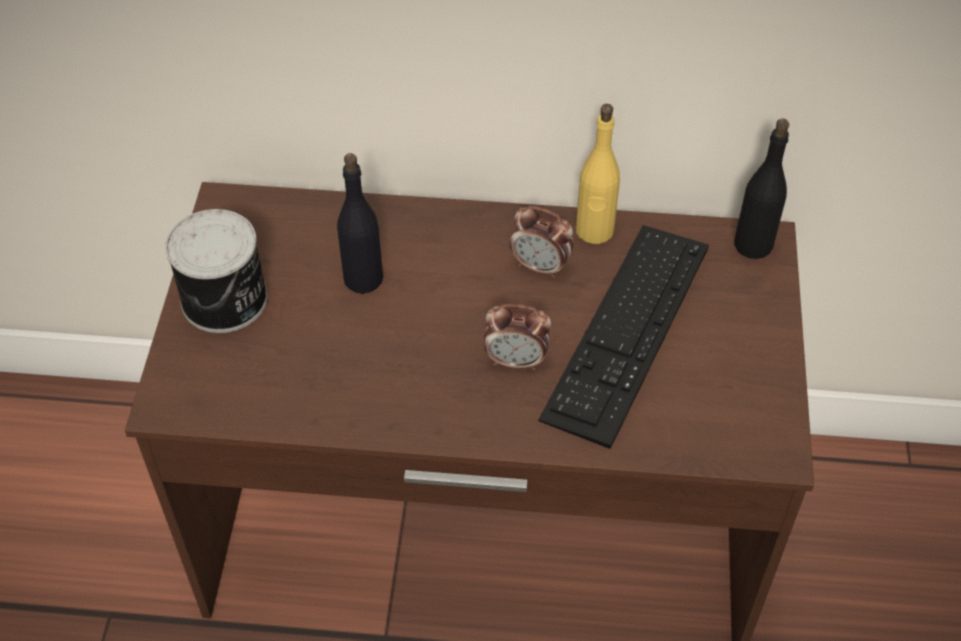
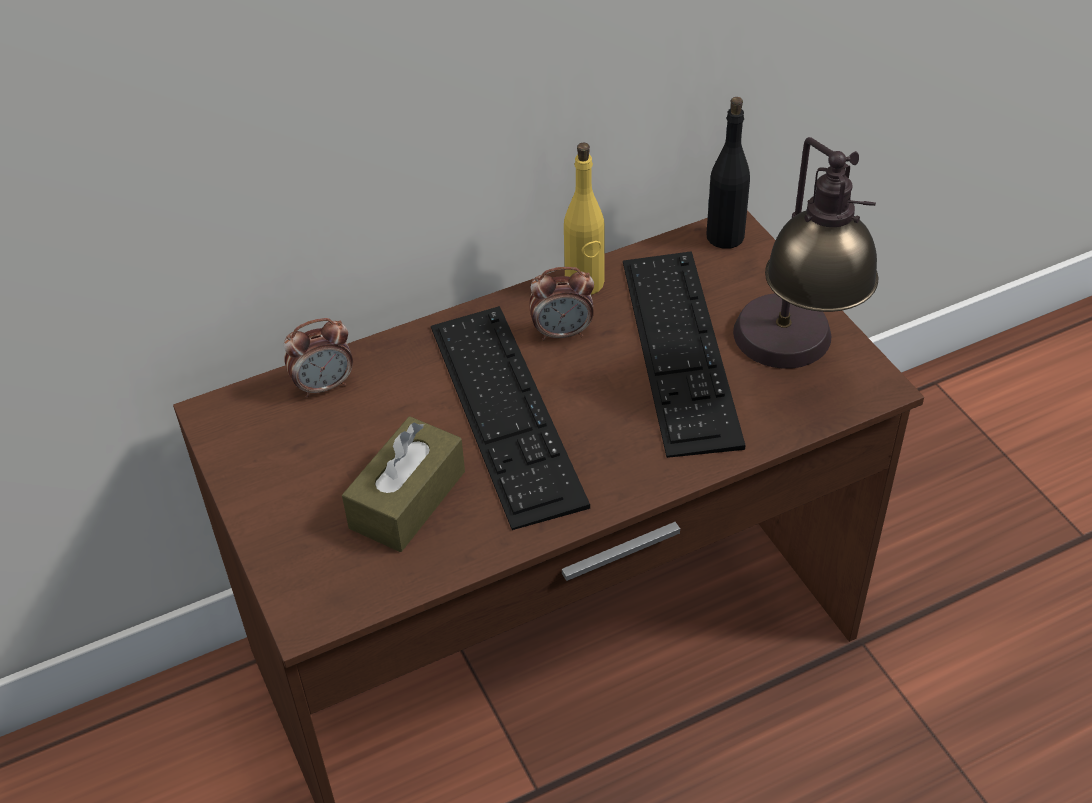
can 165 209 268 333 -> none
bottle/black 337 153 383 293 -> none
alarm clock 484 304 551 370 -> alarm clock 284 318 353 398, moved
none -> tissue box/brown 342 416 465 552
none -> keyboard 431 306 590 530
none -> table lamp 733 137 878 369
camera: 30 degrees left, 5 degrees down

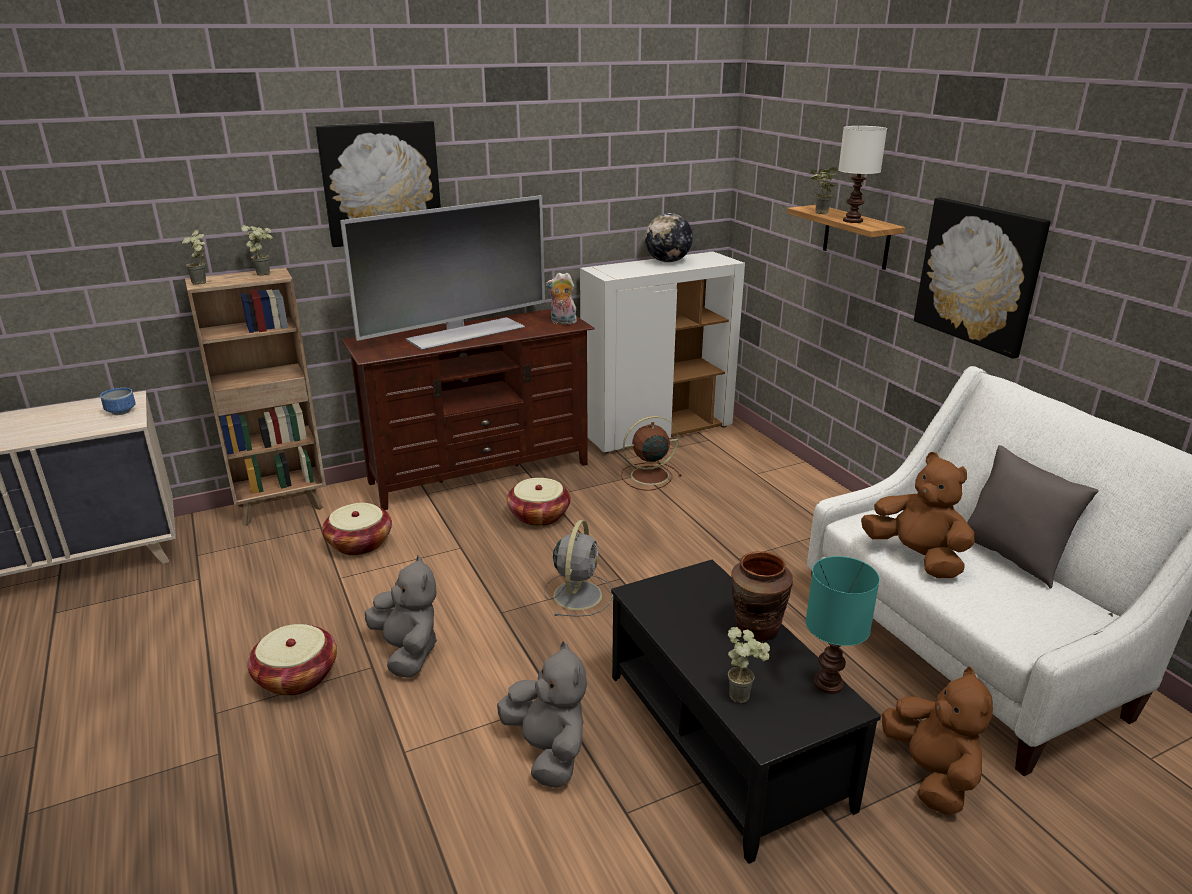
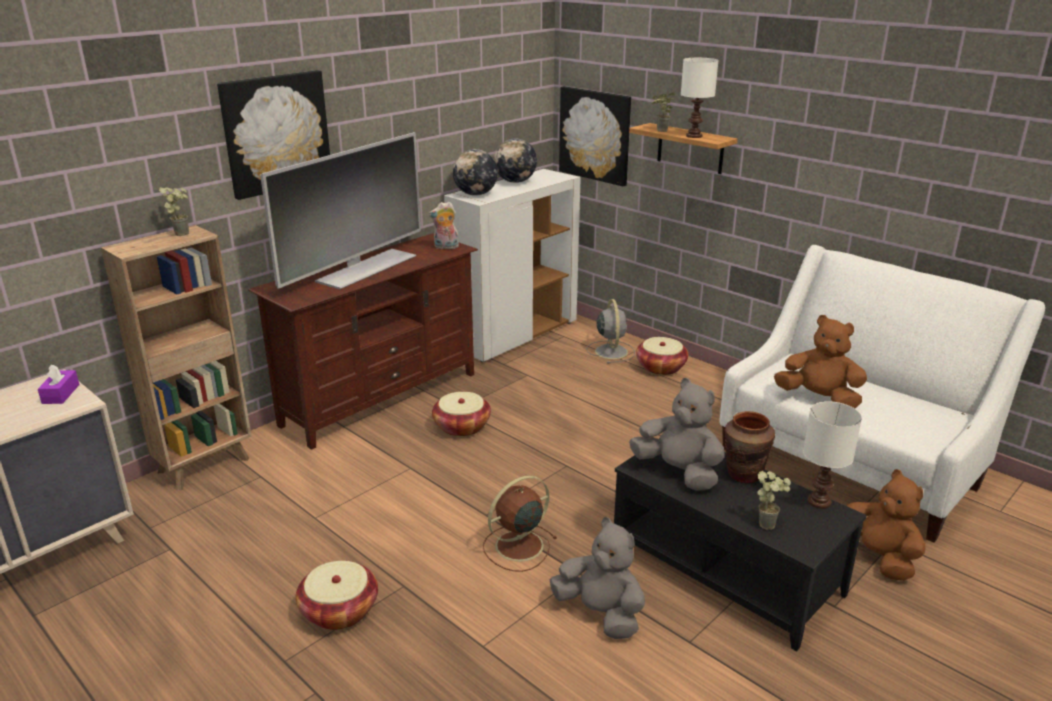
bowl 100 388 136 415 -> tissue box/purple 38 364 79 404
potted plant 182 230 206 285 -> none
basket 322 503 392 555 -> basket 636 337 688 375, moved
plush toy/grey 365 555 437 678 -> plush toy/grey 629 378 725 490, moved
fan/grey 544 520 613 617 -> fan/grey 586 299 635 364, moved
fan/brown 621 416 682 491 -> fan/brown 483 476 557 572, moved
table lamp/turquoise 806 556 880 694 -> table lamp/white 803 401 862 509
picture 914 197 1051 359 -> picture 559 86 631 186, moved
pillow/grey 967 445 1099 589 -> none
none -> globe 453 149 498 196
camera: 20 degrees left, 0 degrees up

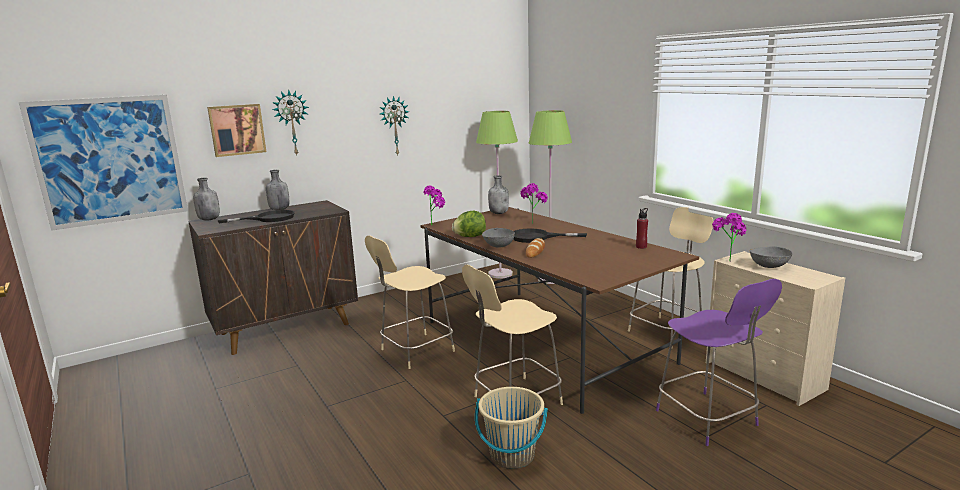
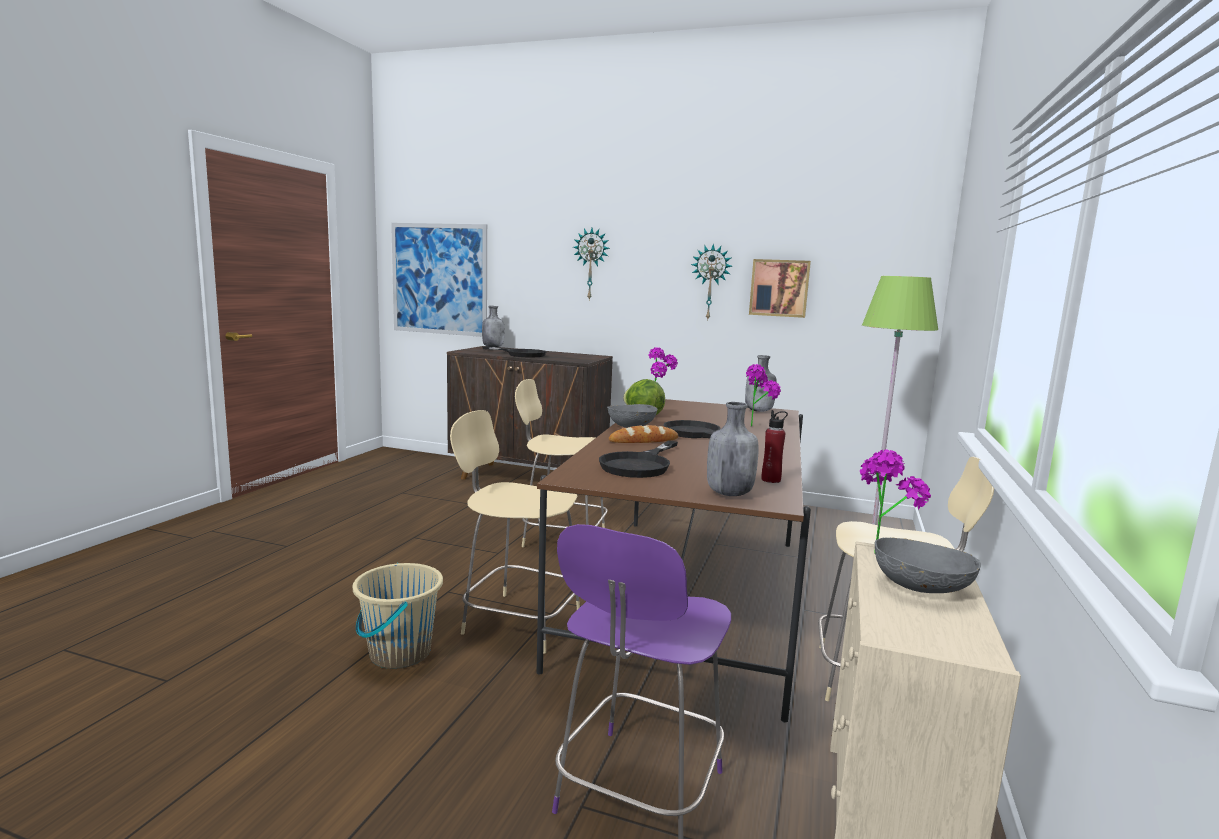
picture 207 104 266 157 -> picture 749 259 811 318, moved
bottle/grey 266 170 289 210 -> bottle/grey 707 402 759 496, moved
floor lamp/green 476 111 518 279 -> none
none -> frying pan/black 599 440 678 478
camera: 50 degrees right, 5 degrees down

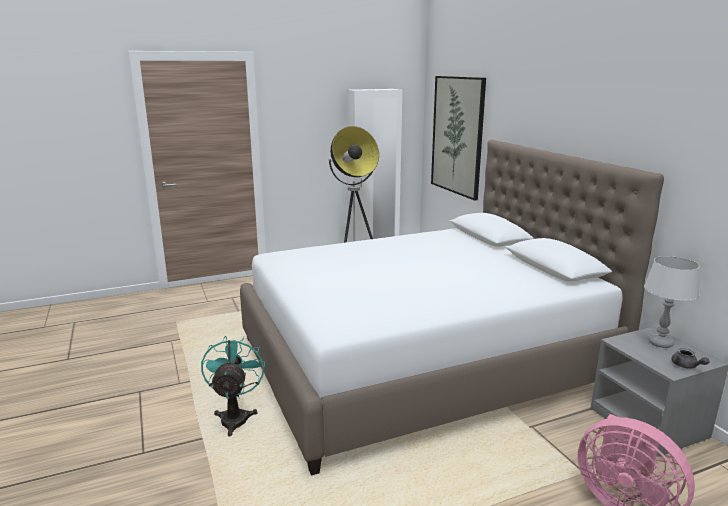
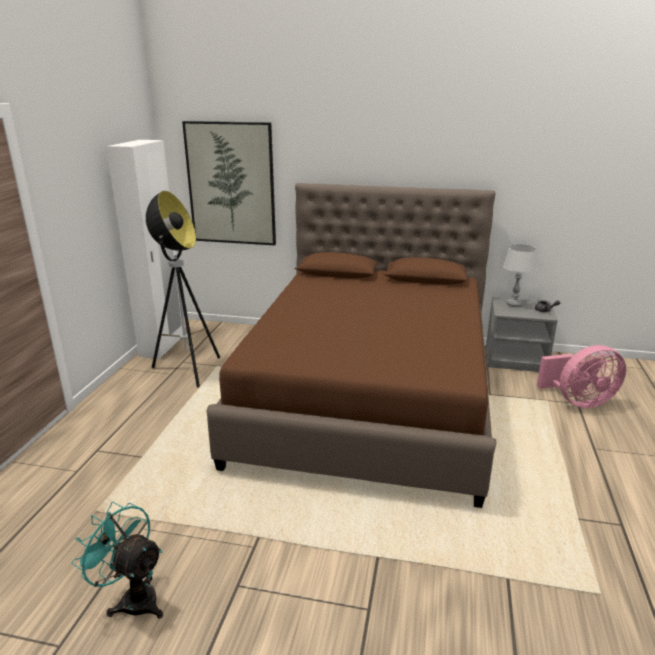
fan/turquoise 201 336 265 436 -> fan/turquoise 72 502 163 619, moved
bed/white 240 140 664 476 -> bed/brown 207 183 497 508
camera: 55 degrees left, 5 degrees up

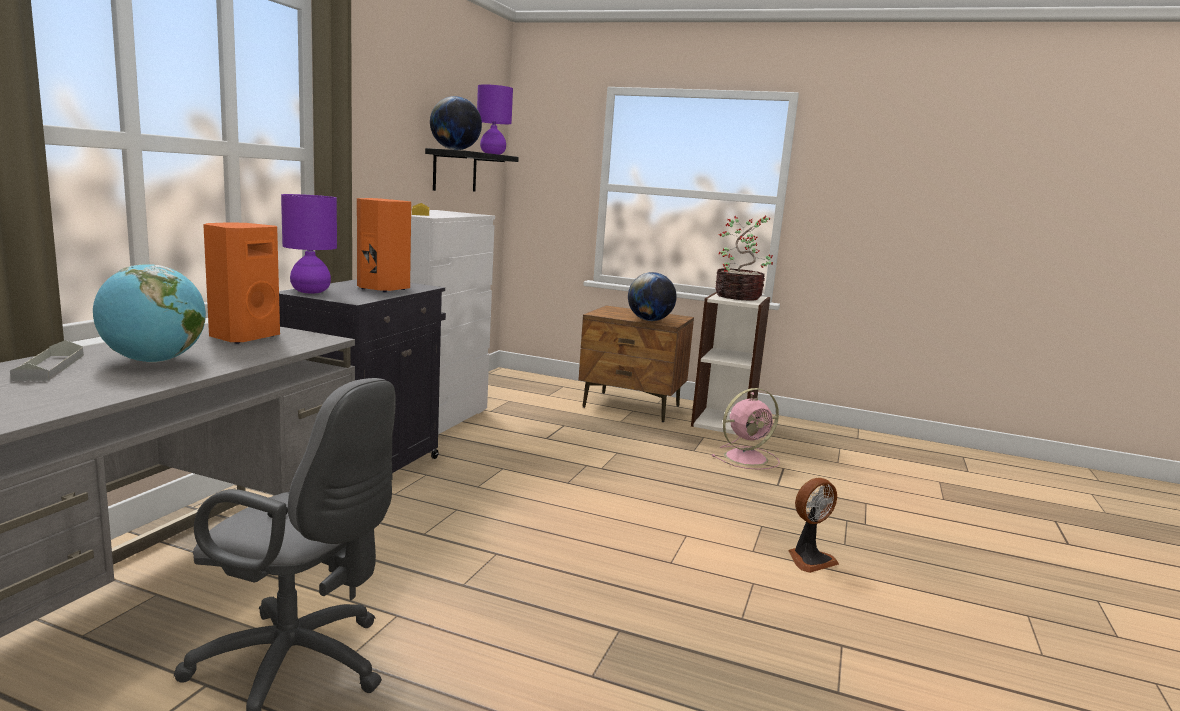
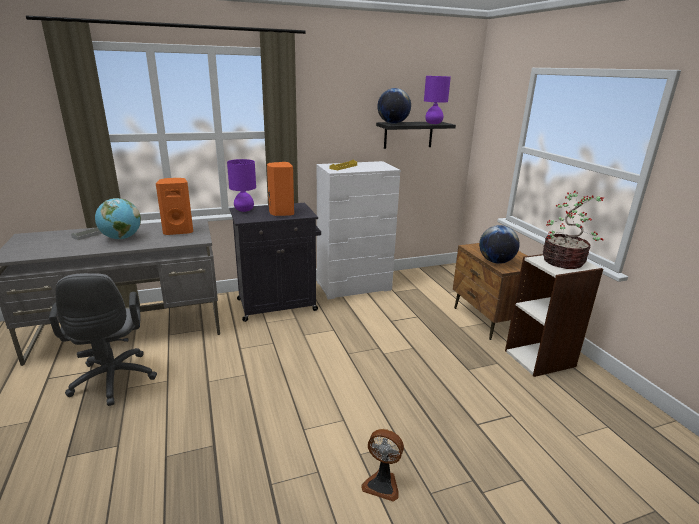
fan/pink 712 388 780 470 -> none
camera: 50 degrees right, 10 degrees up

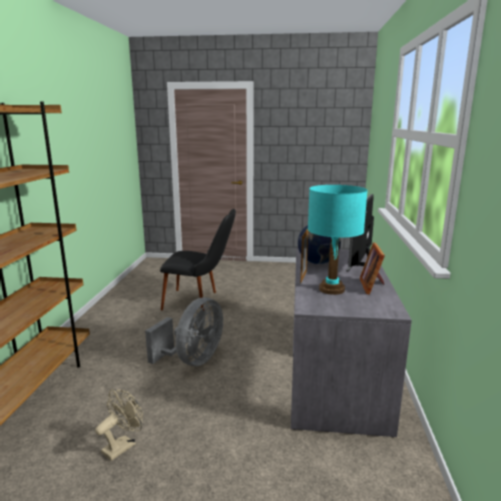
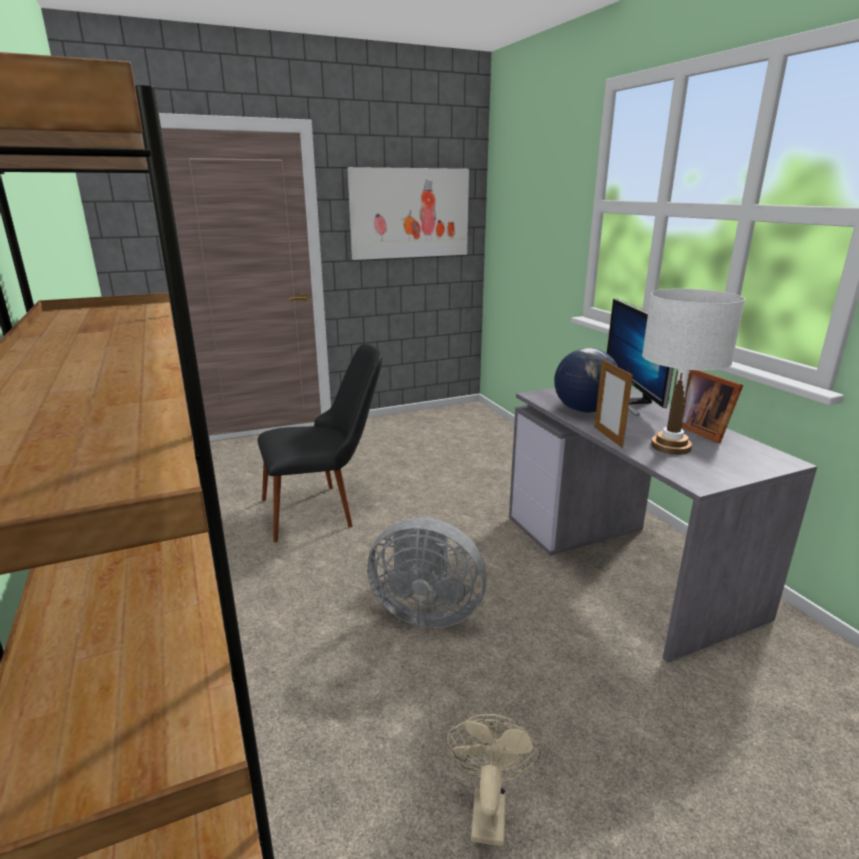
fan/grey 145 297 223 366 -> fan/grey 367 517 487 628, 105 degrees clockwise
table lamp/turquoise 308 185 368 295 -> table lamp/white 642 289 745 455
none -> picture 347 167 469 260
camera: 30 degrees left, 5 degrees up

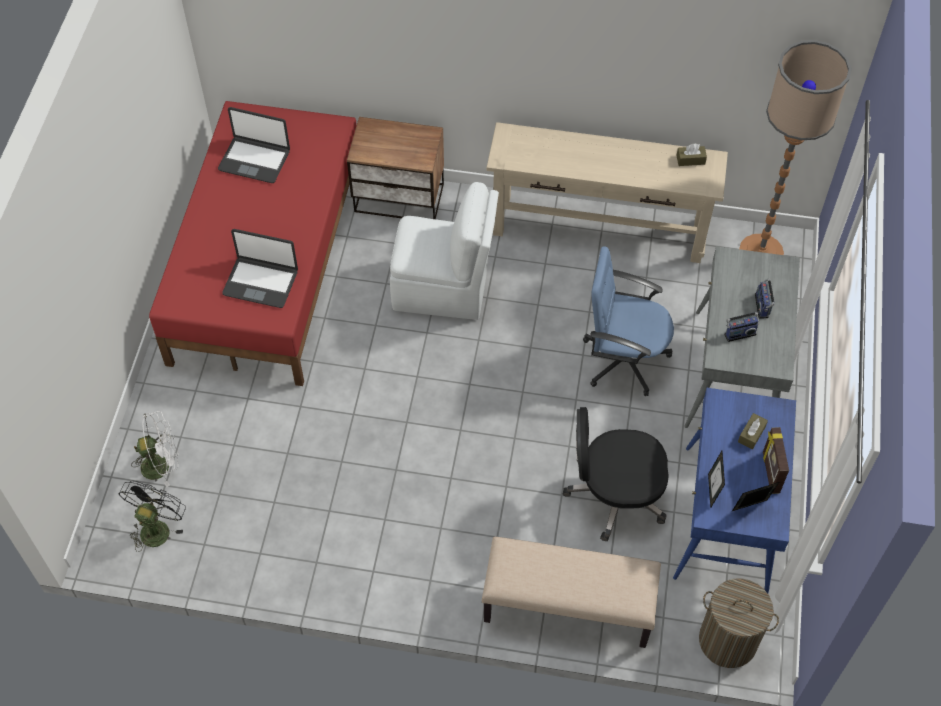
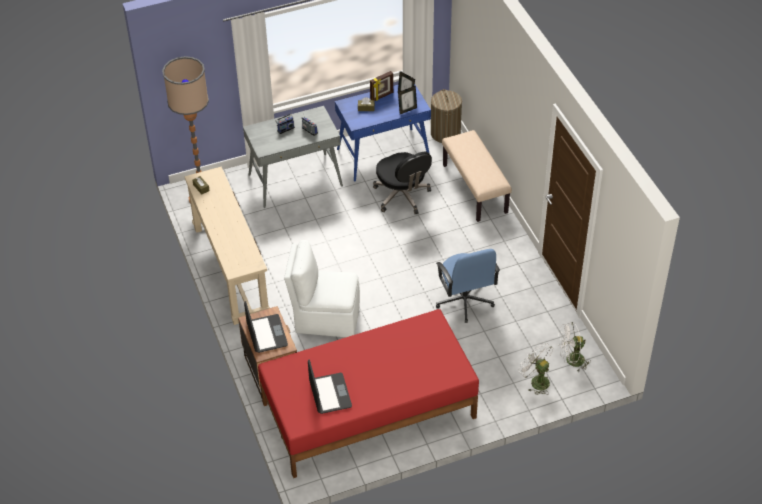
fan/black 118 480 186 552 -> fan/white 558 322 591 372
laptop 222 229 298 308 -> laptop 244 301 288 353, moved
chair/white 390 182 499 320 -> chair/white 284 240 360 337, 60 degrees counterclockwise
office chair/blue 583 246 674 396 -> office chair/blue 436 249 500 323, moved
camera: 120 degrees left, 10 degrees down

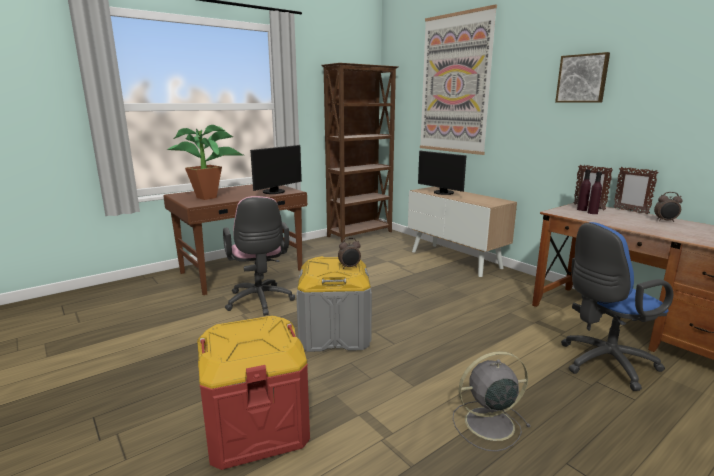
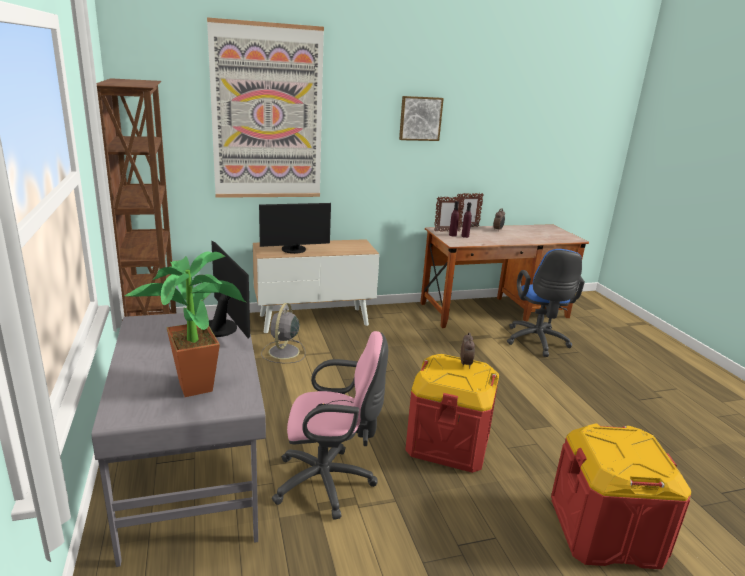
desk/brown 164 184 307 295 -> desk/grey 92 311 266 567
storage box/grey 296 256 372 352 -> storage box/red 405 354 499 473
fan/grey 453 351 531 452 -> fan/grey 261 303 305 363, moved
camera: 70 degrees left, 5 degrees up

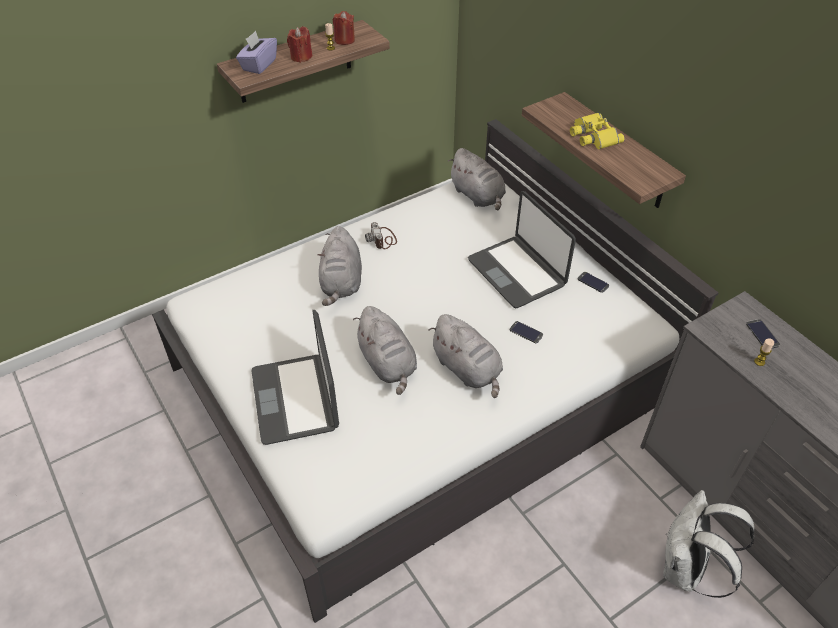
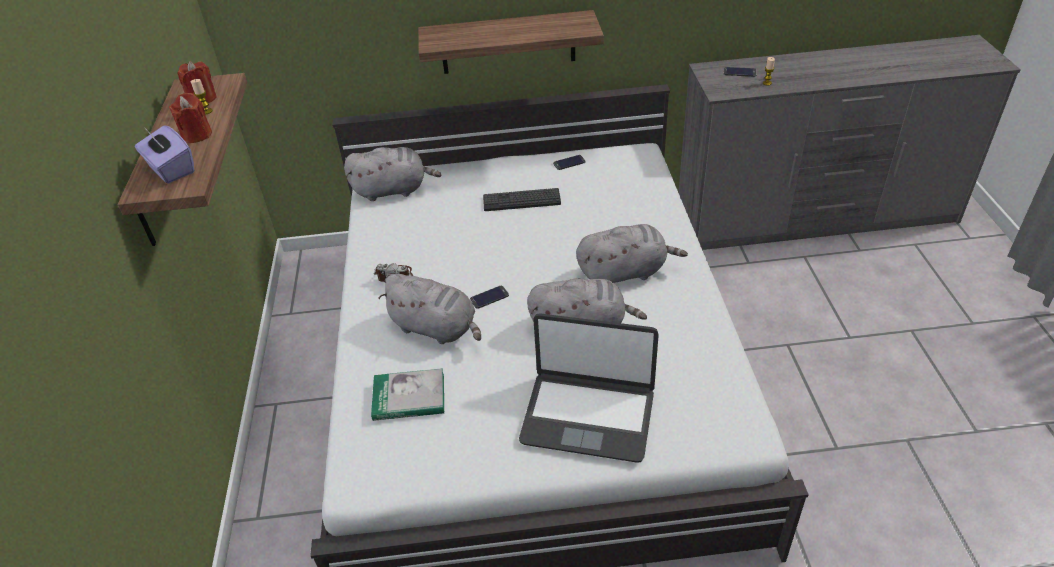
laptop 468 191 576 308 -> keyboard 483 188 561 211
phone 510 321 543 343 -> phone 470 286 509 309, moved
binoculars/yellow 570 113 624 150 -> none
backpack/white 663 490 754 598 -> none
none -> book 371 368 444 421
camera: 60 degrees left, 5 degrees down

